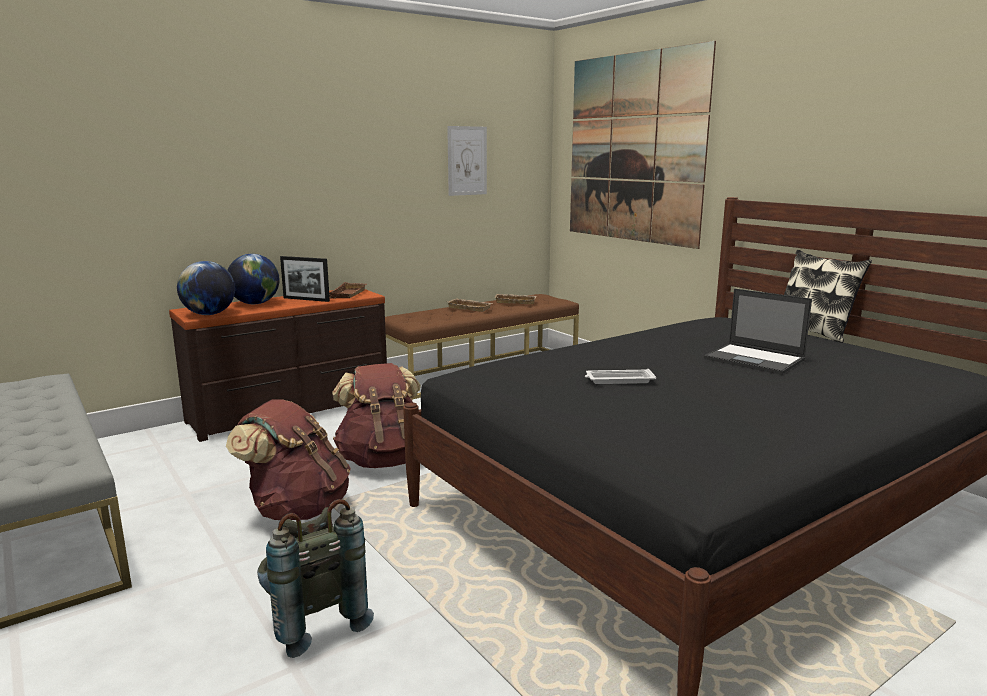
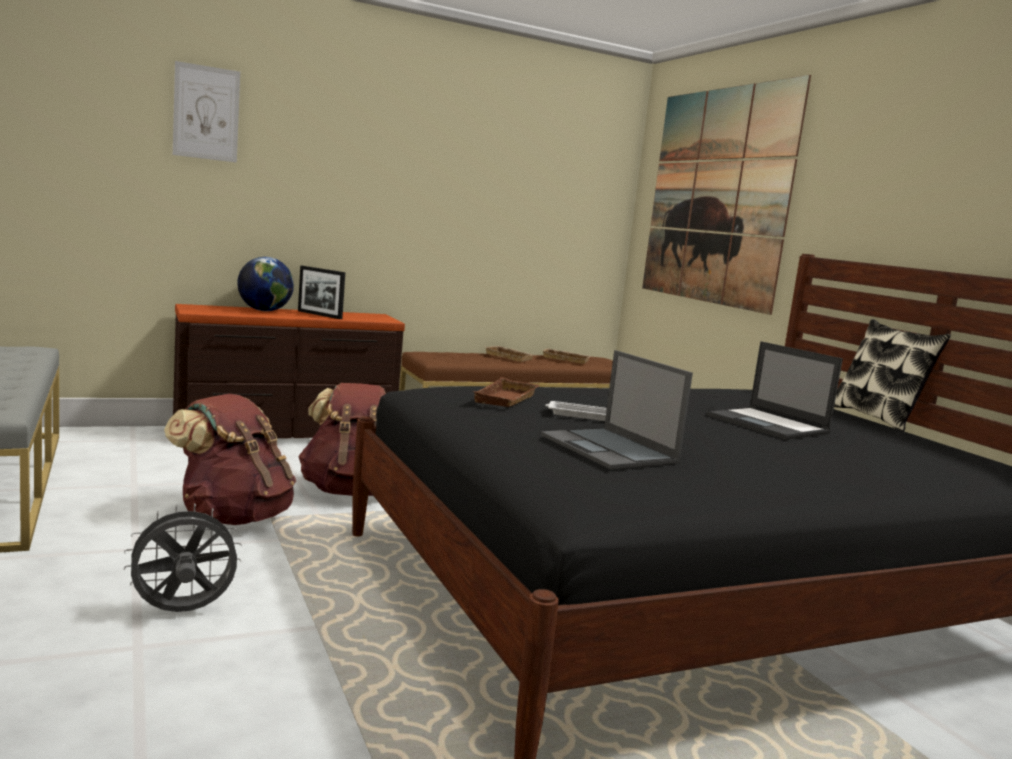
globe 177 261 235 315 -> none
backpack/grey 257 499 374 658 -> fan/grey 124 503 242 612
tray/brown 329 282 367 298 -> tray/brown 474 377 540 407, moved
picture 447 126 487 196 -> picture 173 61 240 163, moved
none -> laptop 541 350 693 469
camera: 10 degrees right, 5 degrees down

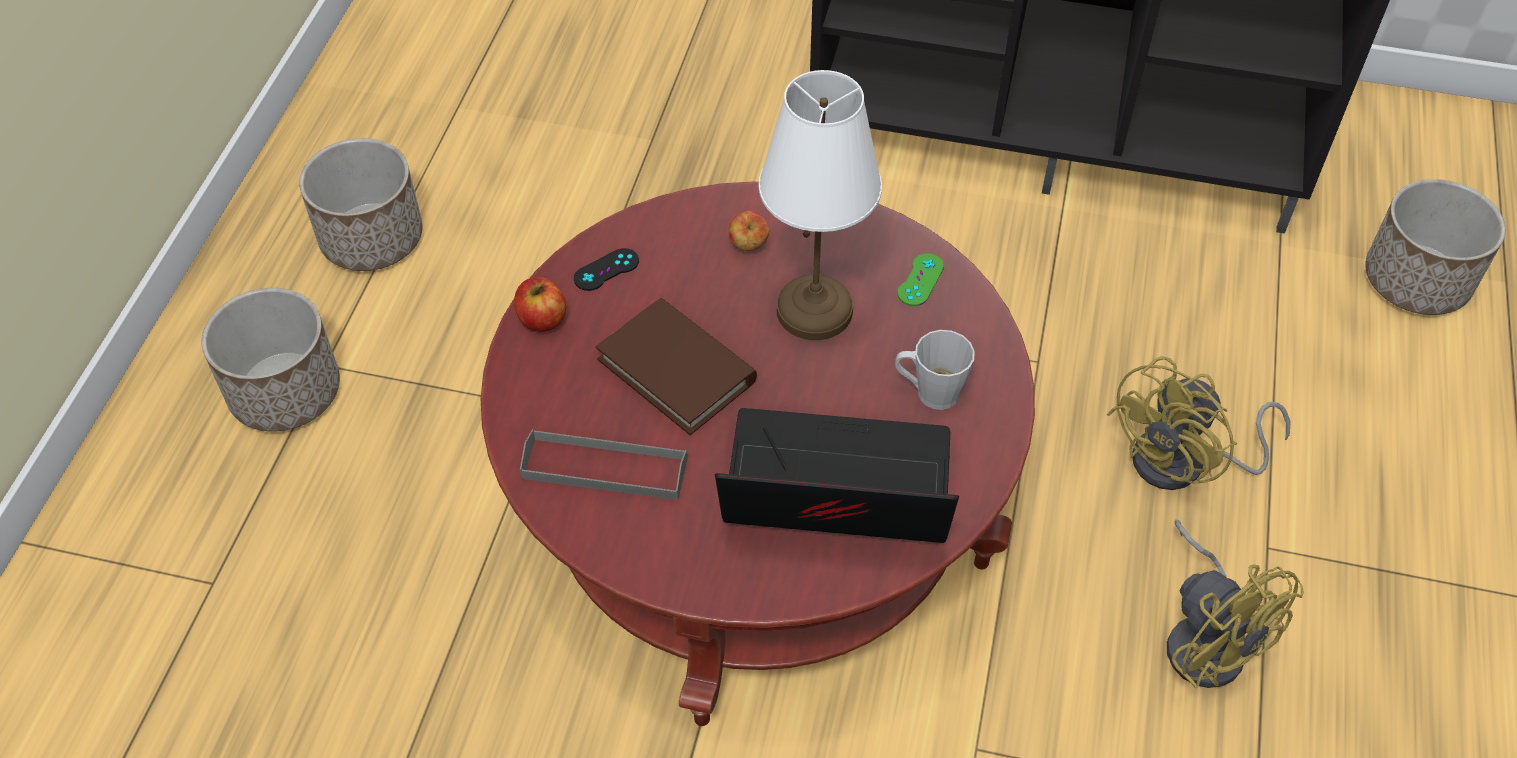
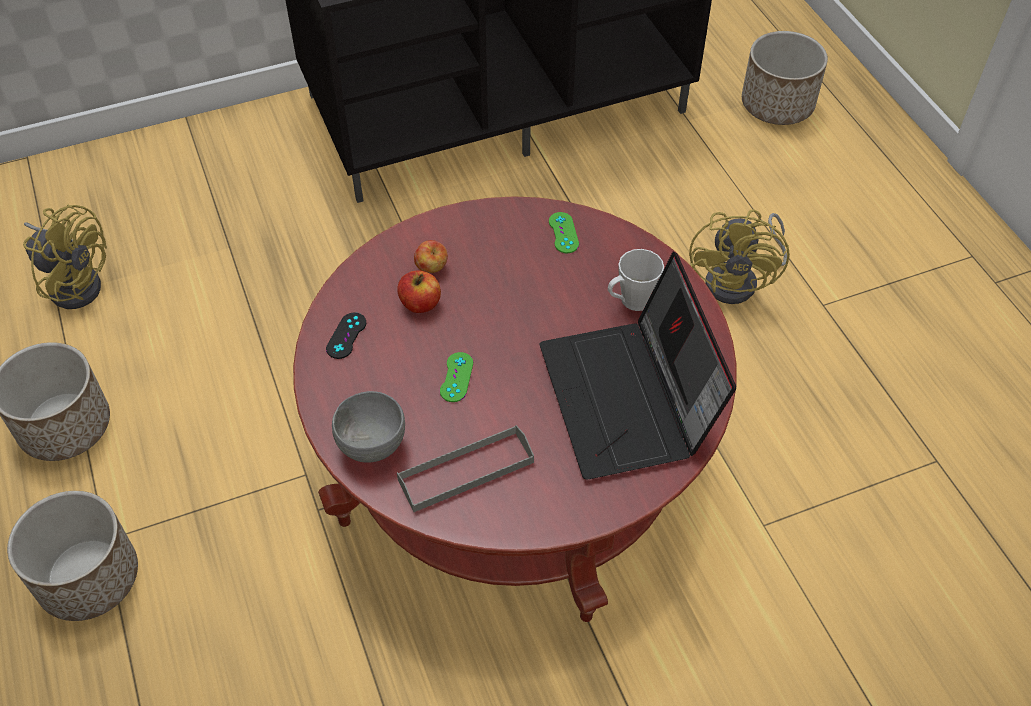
apple 514 277 566 332 -> apple 397 270 441 313, moved
book/brown 596 298 757 435 -> game controller/green 440 352 473 402
laptop 715 408 959 543 -> laptop 539 251 736 479, 75 degrees counterclockwise
table lamp/white 759 70 882 340 -> none
fan/yellow 1167 519 1304 688 -> fan/yellow 23 205 107 309, moved
none -> bowl/grey 332 391 405 463
camera: 35 degrees left, 0 degrees up

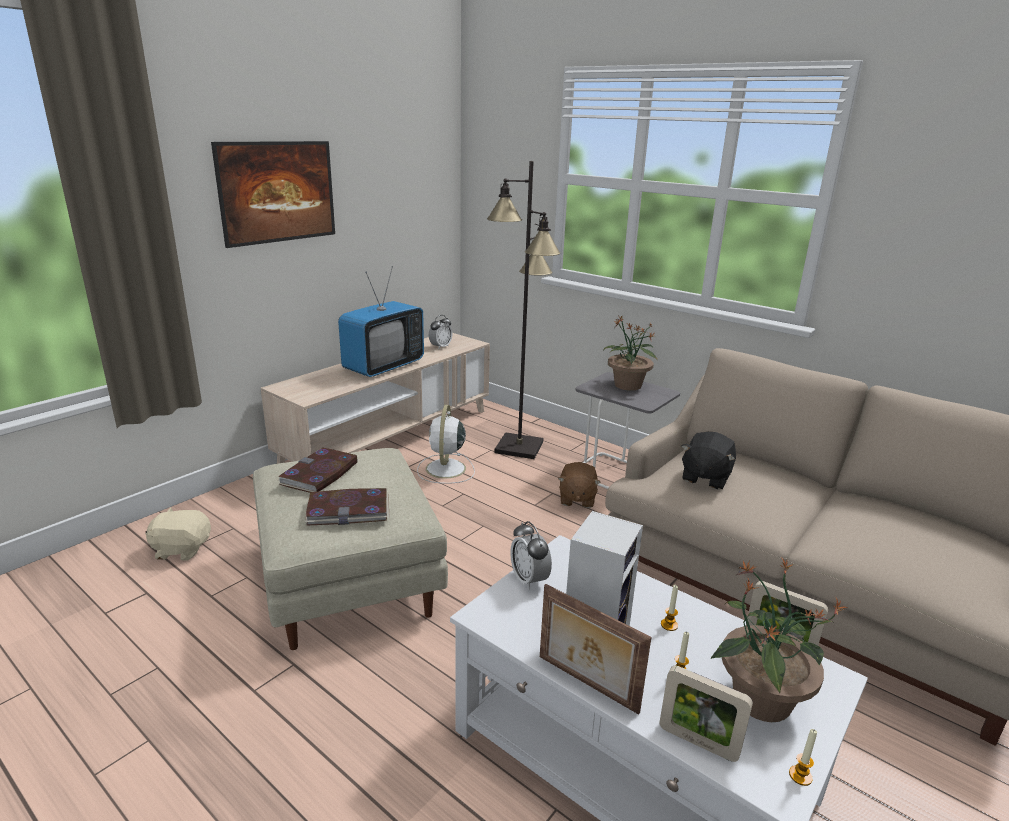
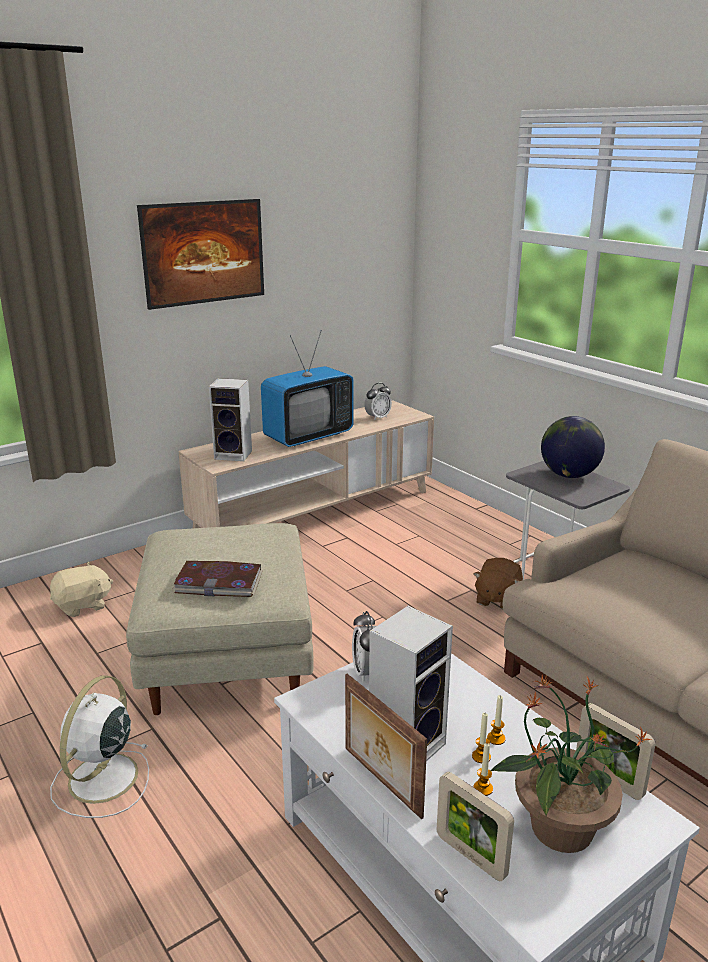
plush toy/beige 145 507 211 561 -> plush toy/beige 50 562 113 617, 135 degrees clockwise
book 278 448 357 493 -> none
fan/white 417 405 475 484 -> fan/white 50 675 149 818, moved
floor lamp/black 487 161 560 459 -> none
potted plant 603 317 658 391 -> globe 541 416 605 478
plush toy/black 681 432 736 490 -> none
candle 789 729 817 786 -> candle 472 713 491 763, moved
none -> speaker 209 378 252 461
camera: 15 degrees right, 0 degrees up

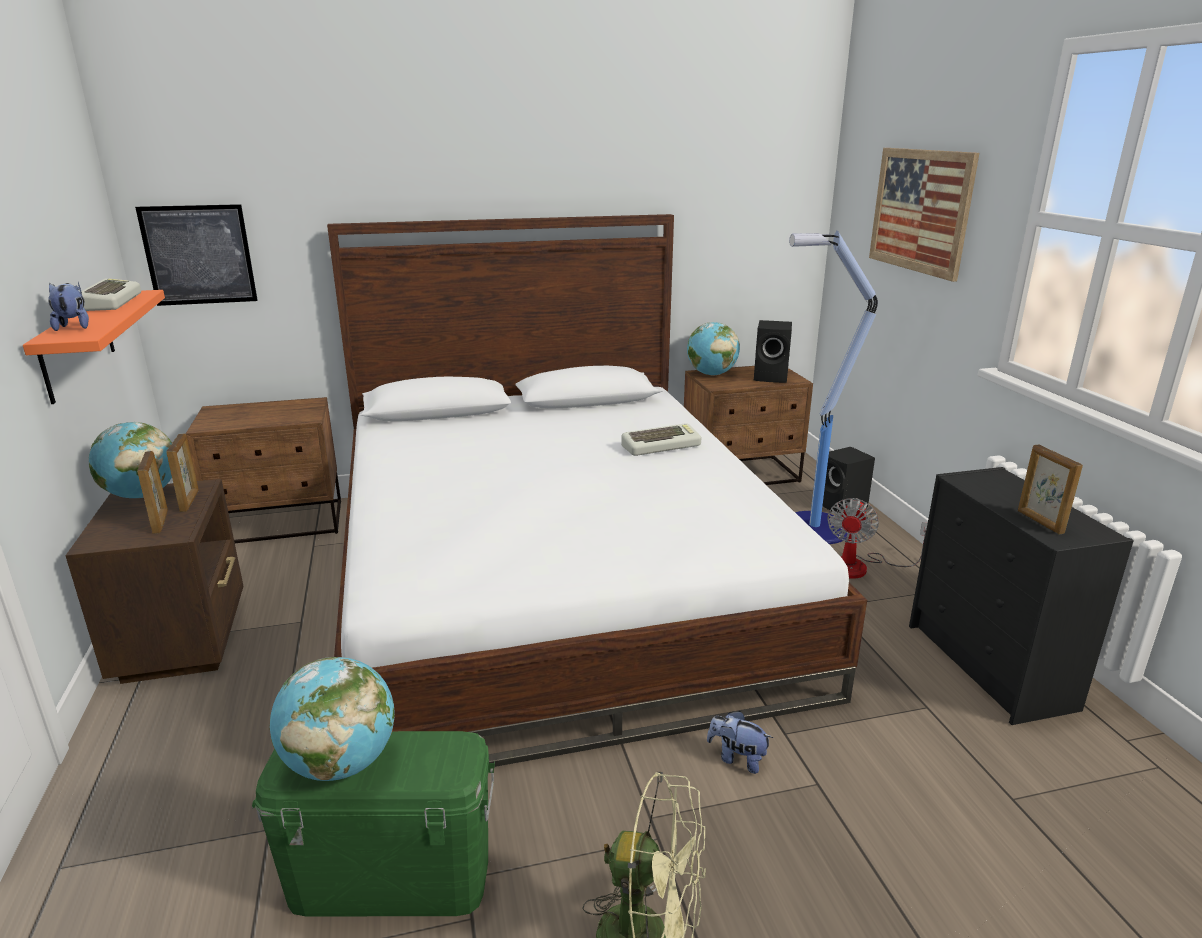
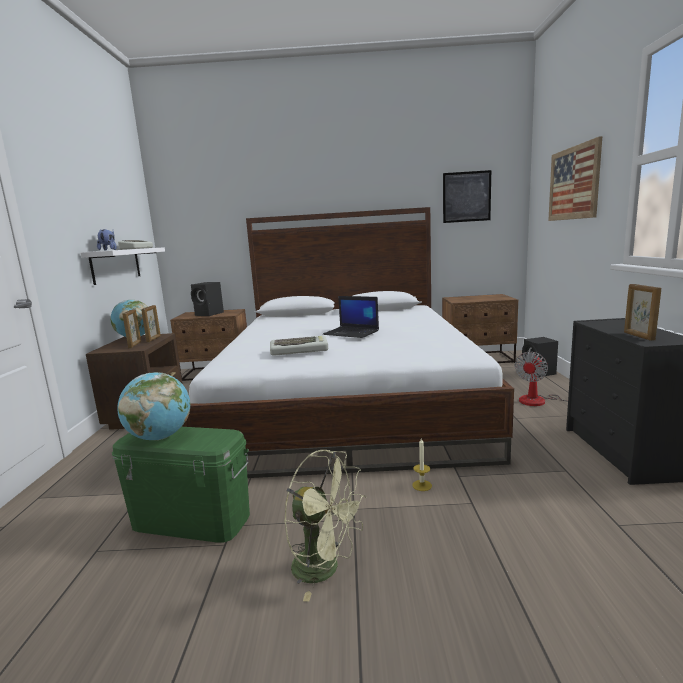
shelf/orange 23 290 165 404 -> shelf/white 80 247 165 285
picture 135 204 258 306 -> picture 443 170 491 223, moved
keyboard 621 423 701 456 -> keyboard 270 336 328 356, moved
globe 687 322 740 376 -> none
plush toy 707 711 773 774 -> candle 412 438 432 491
speaker/black 754 320 792 383 -> speaker/black 191 282 224 316, moved
floor lamp 789 231 878 544 -> none
none -> laptop 323 296 379 338
camera: 15 degrees right, 10 degrees down

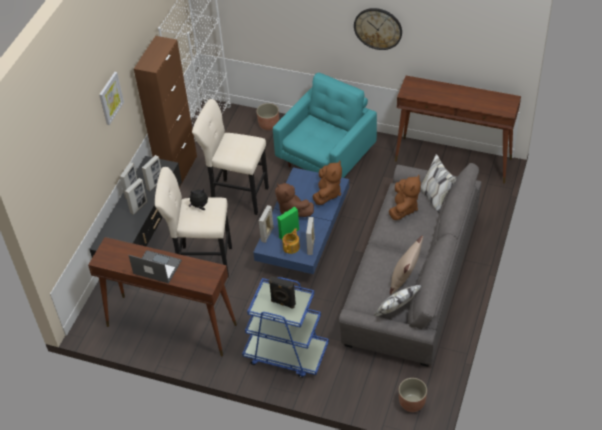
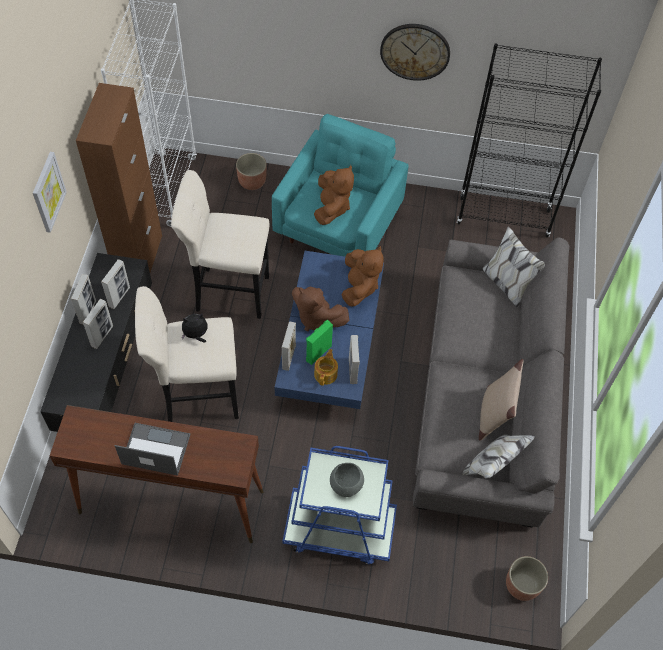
speaker/black 269 276 296 309 -> bowl/grey 330 463 364 497
plush toy/brown 389 175 421 220 -> plush toy/brown 314 165 354 225, moved
console table/brown 395 76 521 184 -> bookcase/black 457 43 602 237
camera: 15 degrees left, 10 degrees up

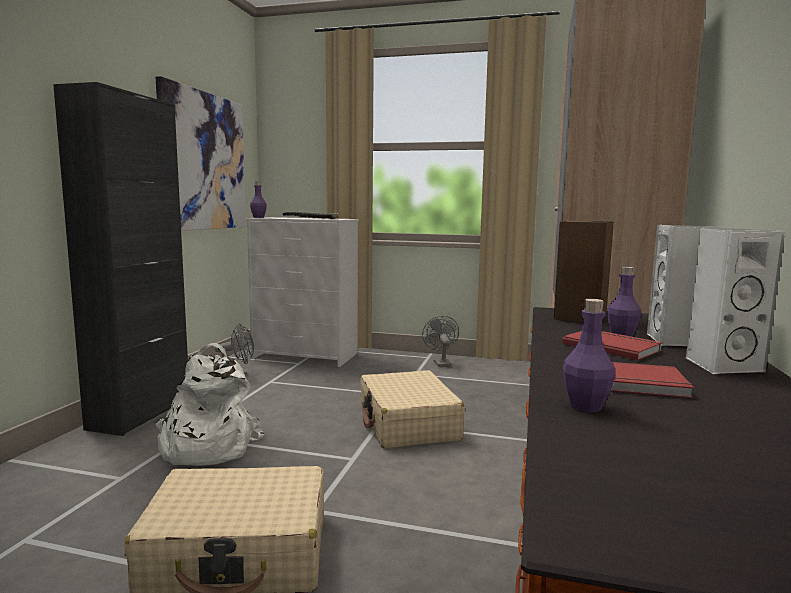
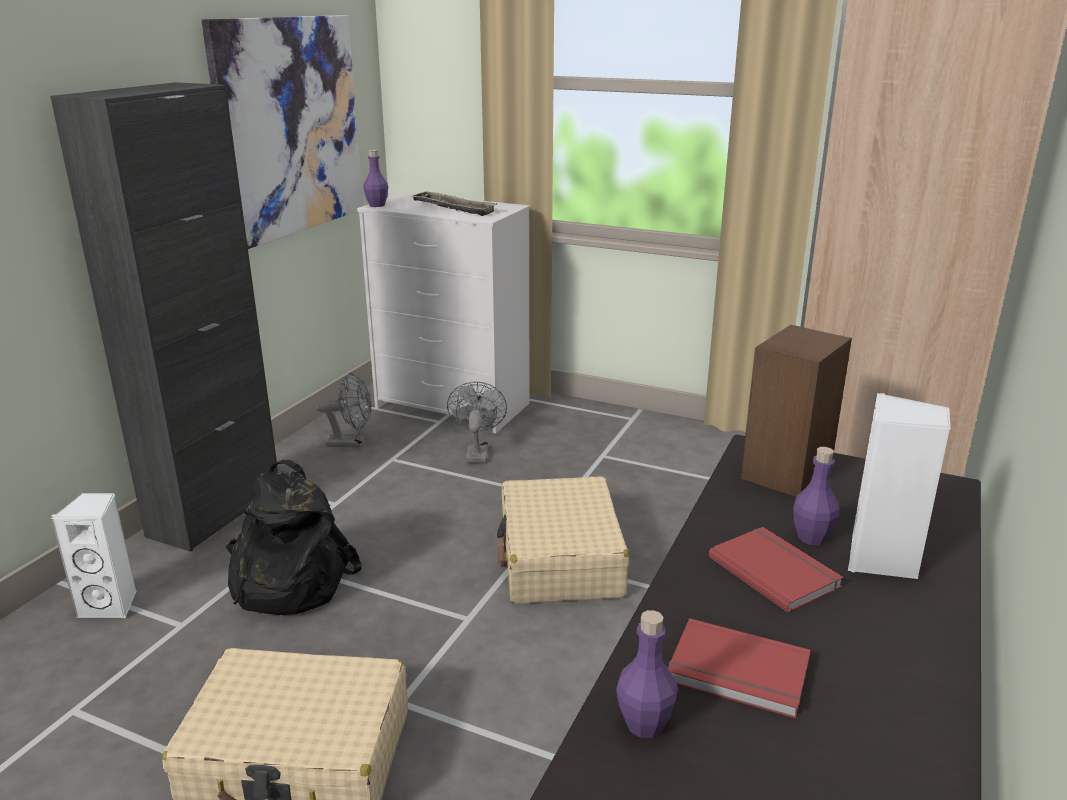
backpack/white 155 343 264 466 -> backpack/black 225 460 362 615
fan/grey 422 316 459 367 -> fan/grey 447 382 507 462, moved
speaker/white 686 228 785 374 -> speaker/white 50 493 137 618, moved
camera: 10 degrees right, 15 degrees up

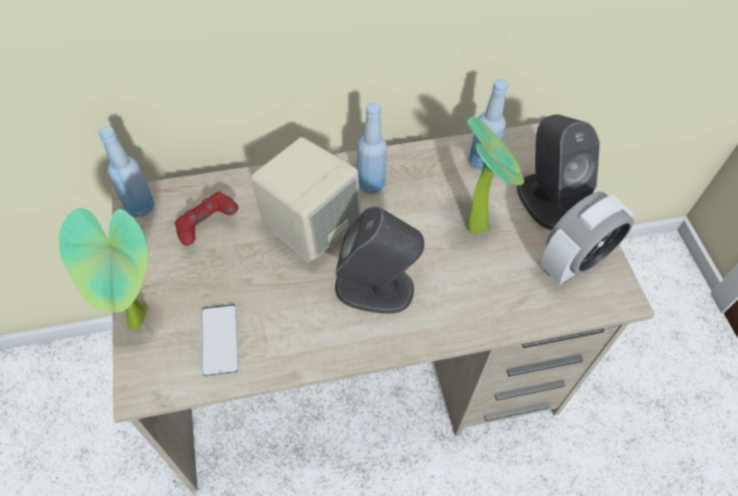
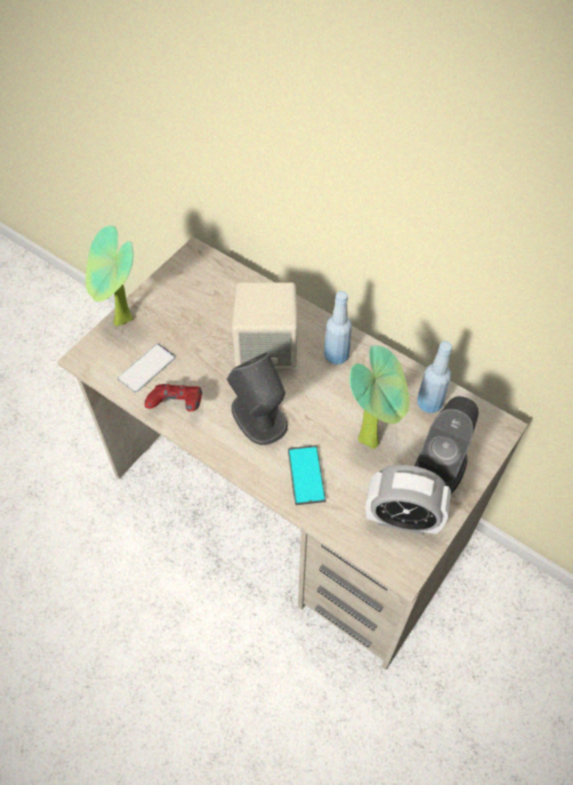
bottle/blue 99 126 155 217 -> none
game controller/red 175 192 238 246 -> game controller/red 144 384 202 412, moved
none -> phone 288 445 326 505
camera: 50 degrees right, 0 degrees up

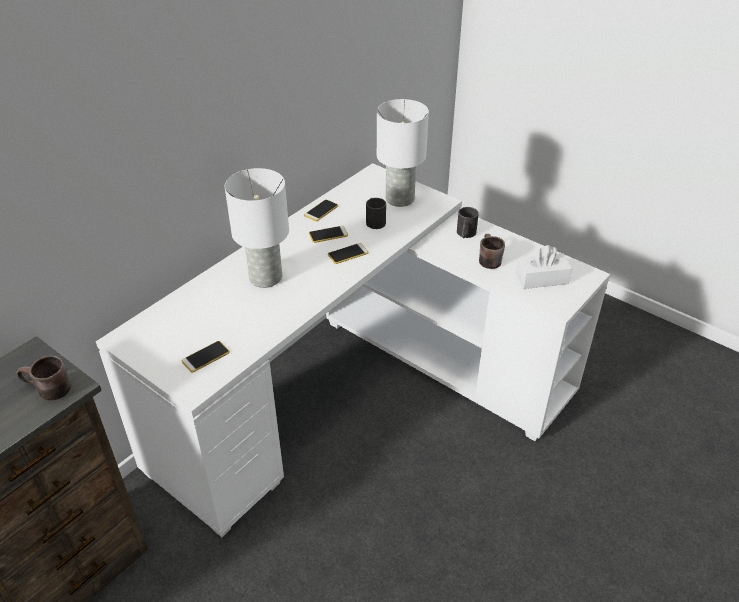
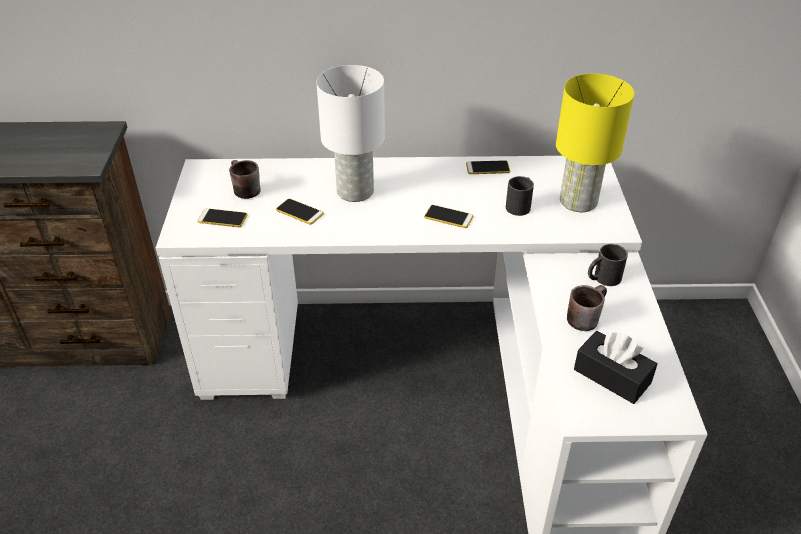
mug/brown 17 355 71 401 -> mug/brown 229 160 261 199, moved
phone 309 226 348 243 -> phone 276 199 324 225, moved
table lamp/white 377 99 429 207 -> table lamp/yellow 556 74 634 212
tissue box/white 516 245 572 289 -> tissue box/black 574 331 658 404
camera: 50 degrees right, 0 degrees up

